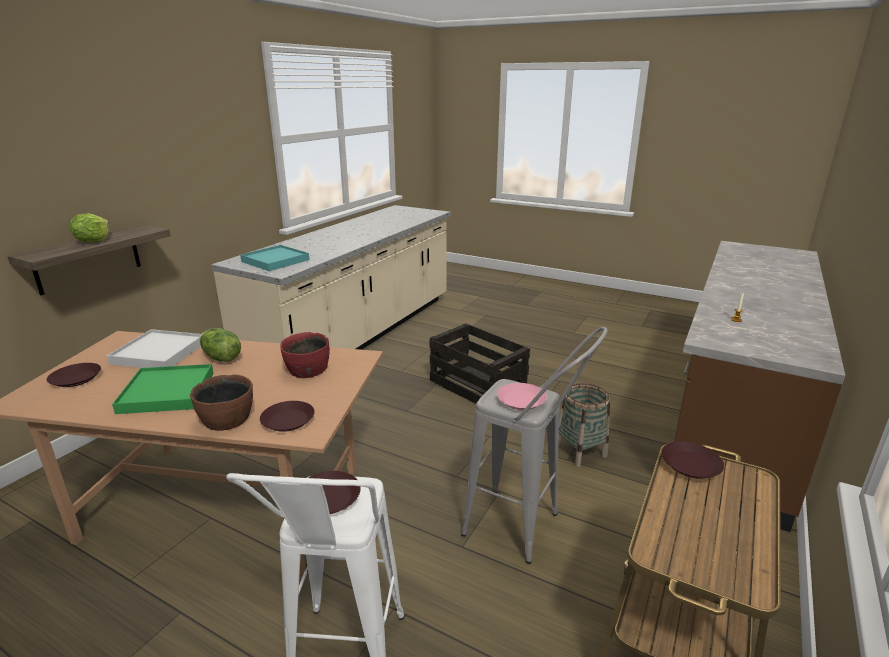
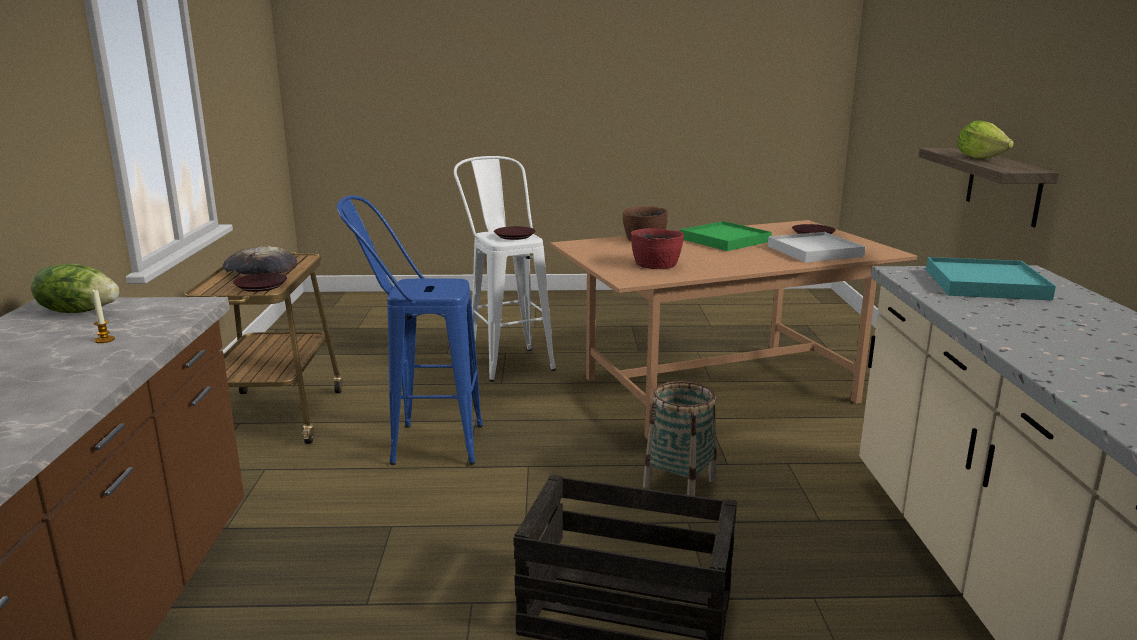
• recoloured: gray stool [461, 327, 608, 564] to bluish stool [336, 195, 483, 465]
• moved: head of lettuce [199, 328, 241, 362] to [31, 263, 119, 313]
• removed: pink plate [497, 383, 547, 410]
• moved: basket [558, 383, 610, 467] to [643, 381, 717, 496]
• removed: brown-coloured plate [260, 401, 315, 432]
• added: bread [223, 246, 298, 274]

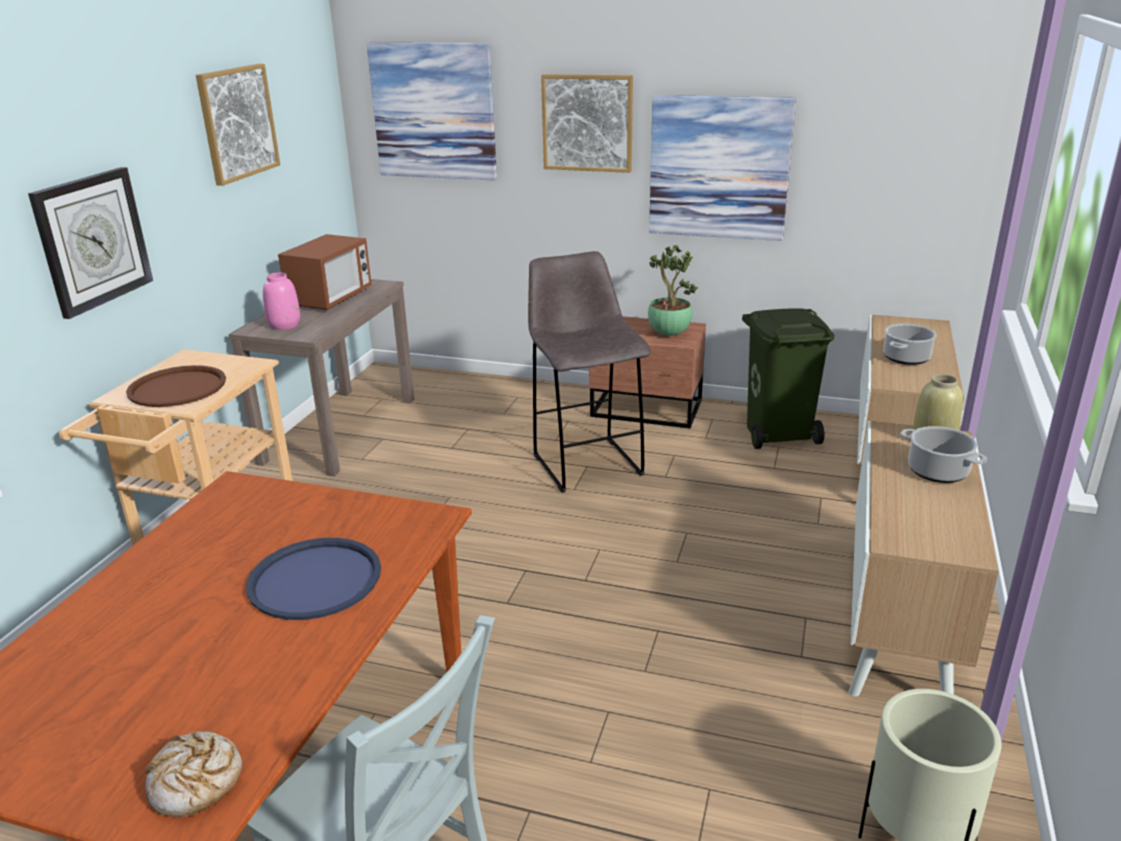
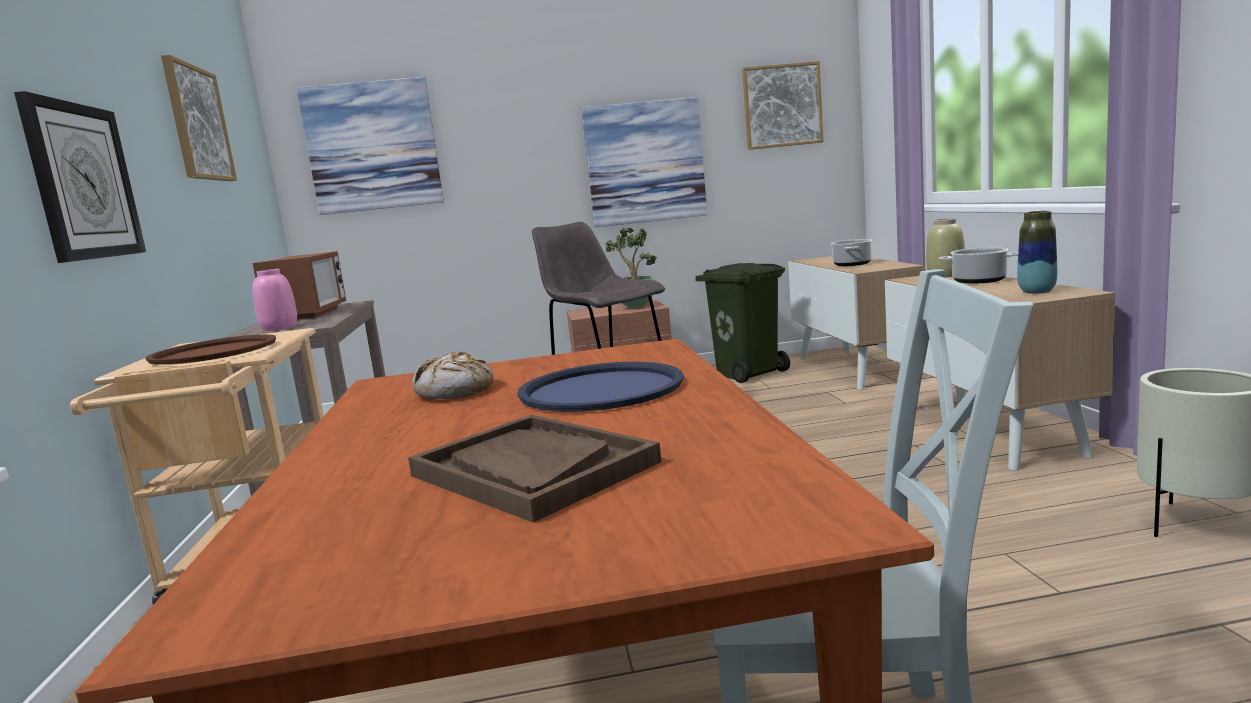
• moved: wall picture [541, 74, 633, 173] to [742, 61, 823, 150]
• moved: bread [145, 732, 242, 817] to [412, 352, 493, 399]
• added: decorative vase [1017, 211, 1057, 294]
• added: brown-coloured serving tray [408, 415, 661, 522]

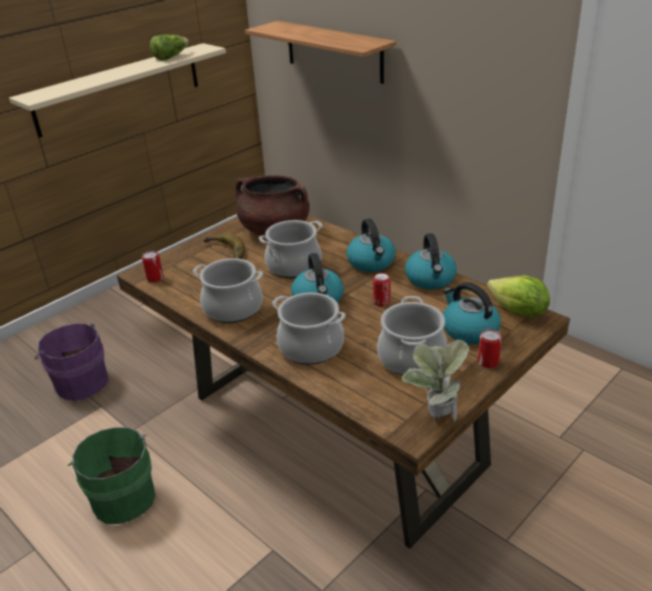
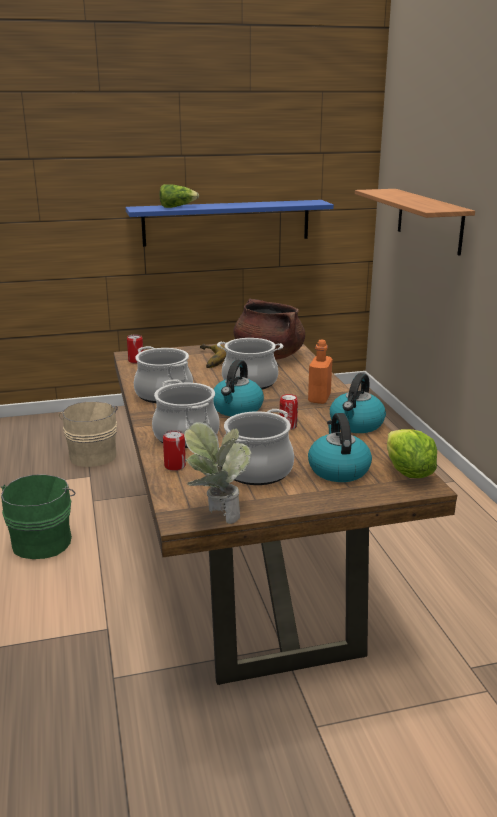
• moved: head of lettuce [150, 35, 189, 60] to [160, 184, 199, 208]
• recoloured: sand-coloured shelf [9, 43, 226, 138] to bluish shelf [126, 200, 334, 247]
• replaced: tea kettle [346, 219, 395, 272] to orange drink bottle [308, 340, 332, 404]
• recoloured: purplish pail [35, 323, 109, 401] to sand-coloured pail [59, 402, 118, 467]
• moved: sealed can [478, 329, 502, 368] to [163, 430, 186, 471]

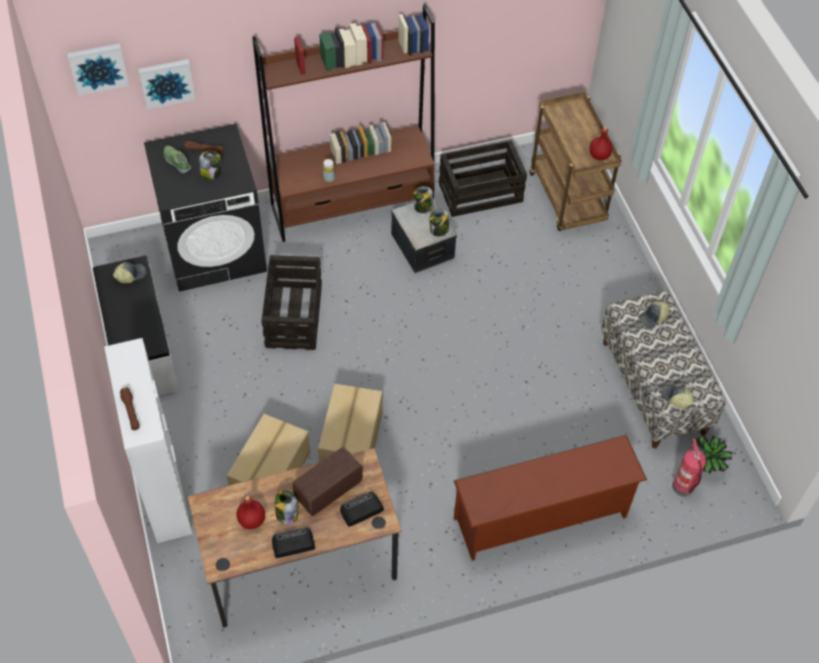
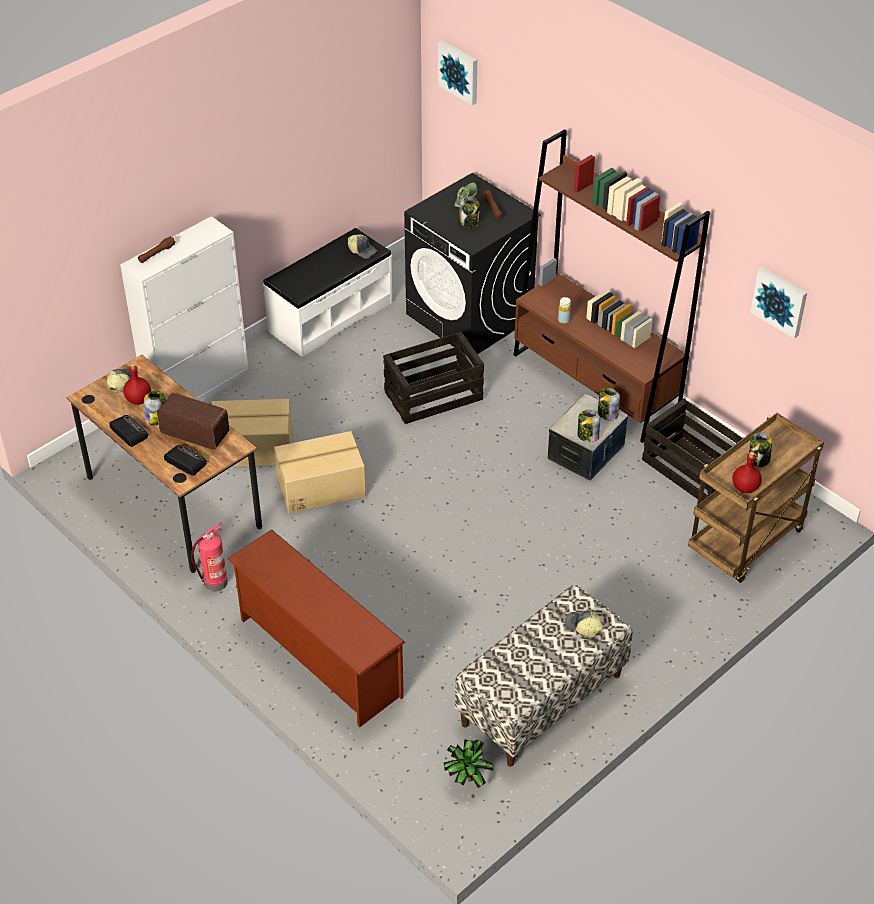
• moved: wall picture [138, 59, 196, 110] to [750, 267, 807, 339]
• moved: cap [661, 384, 694, 410] to [107, 369, 132, 393]
• moved: fire extinguisher [672, 439, 706, 496] to [191, 522, 228, 592]
• added: storage jar [749, 432, 772, 468]

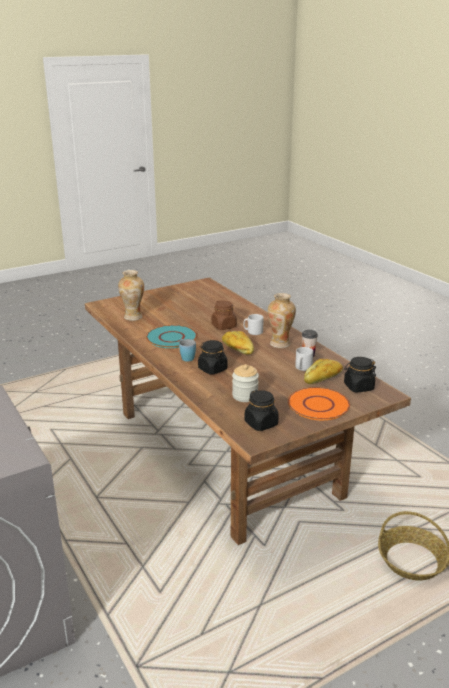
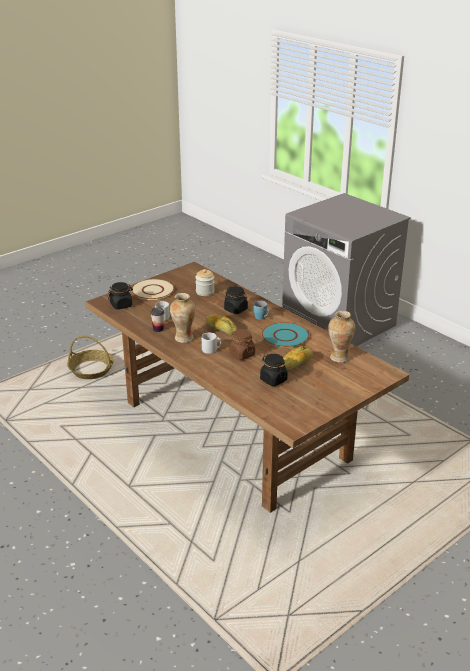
• moved: bread [304, 359, 343, 384] to [283, 346, 313, 370]
• recoloured: orange plate [288, 387, 350, 420] to sand-coloured plate [131, 279, 175, 300]
• moved: blackish storage jar [244, 390, 279, 431] to [260, 354, 288, 386]

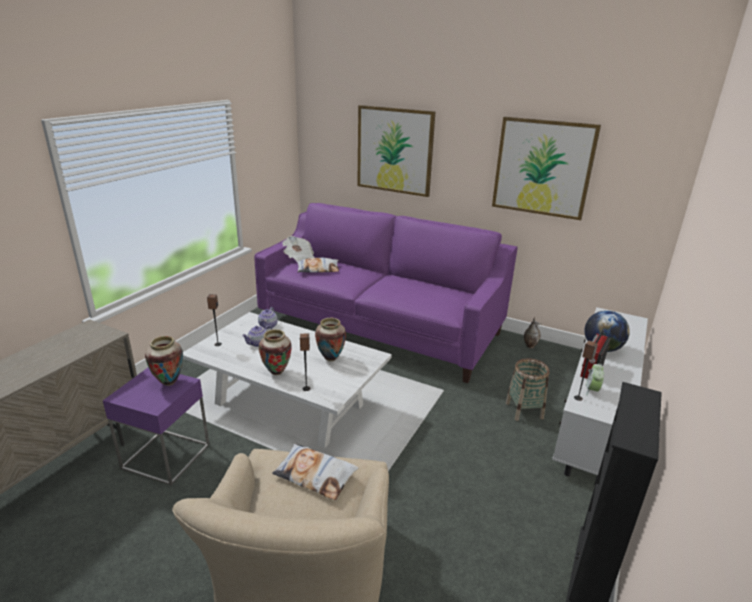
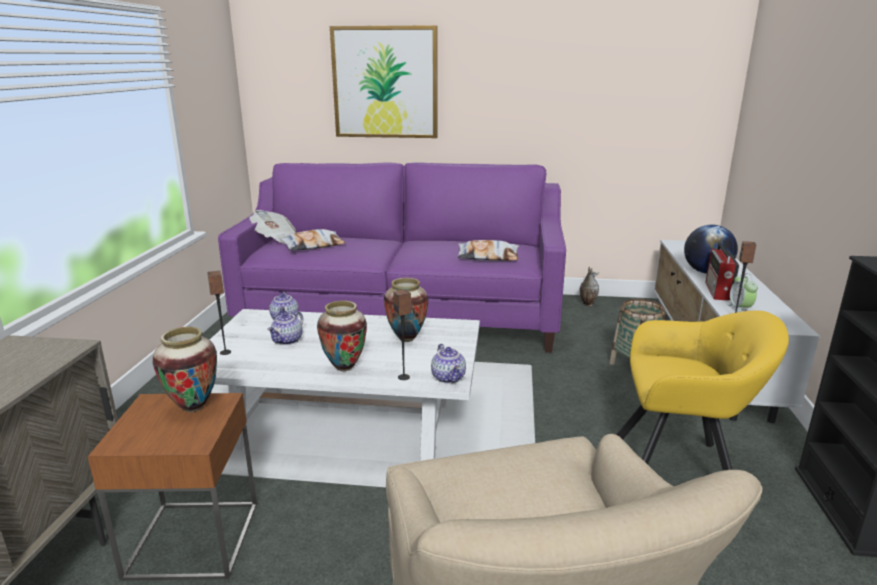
• removed: wall picture [492, 117, 601, 220]
• recoloured: purplish accent table [103, 367, 210, 485] to brown-coloured accent table [87, 393, 257, 581]
• moved: throw pillow [272, 443, 359, 500] to [457, 240, 519, 261]
• added: yellow armchair [616, 310, 789, 471]
• added: tea pot [431, 344, 466, 384]

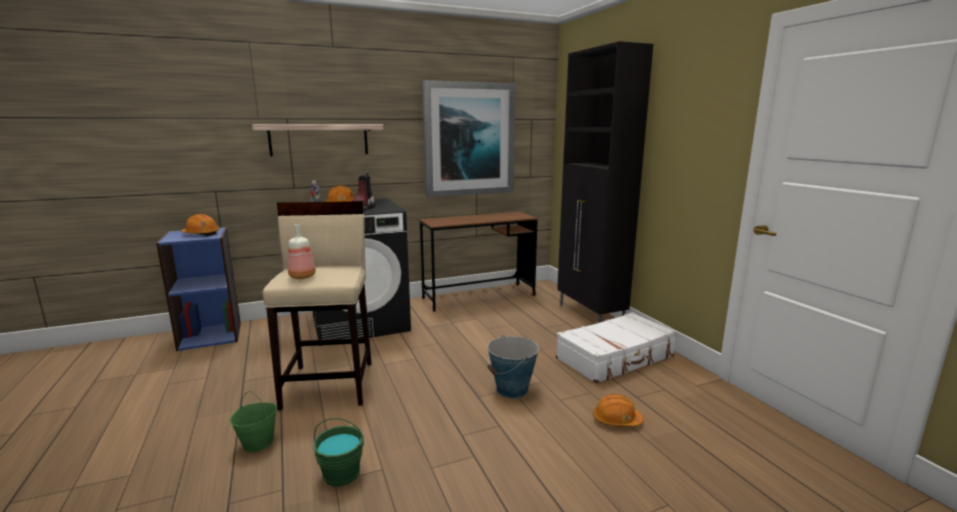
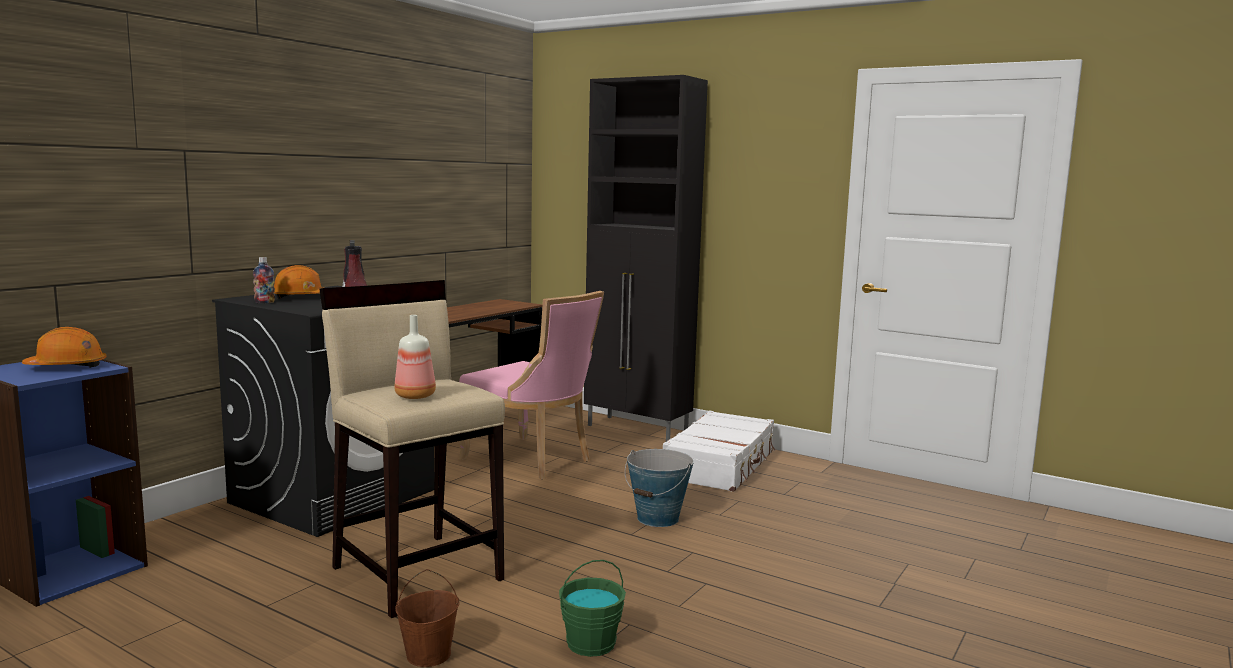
• removed: wall picture [422, 80, 515, 197]
• removed: shelf [252, 124, 383, 156]
• recoloured: green-coloured pail [230, 391, 277, 452] to brown-coloured pail [395, 569, 460, 667]
• removed: orange hard hat [593, 394, 644, 427]
• added: pink chair [458, 291, 604, 480]

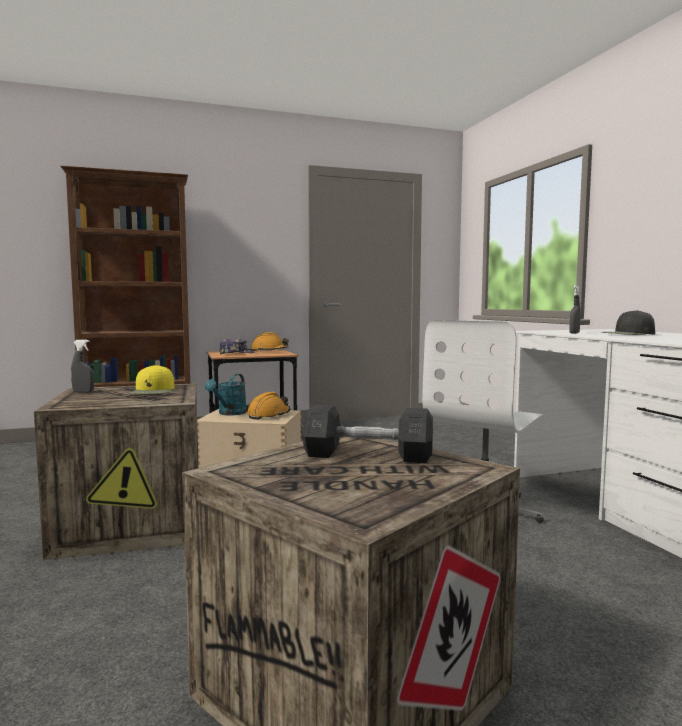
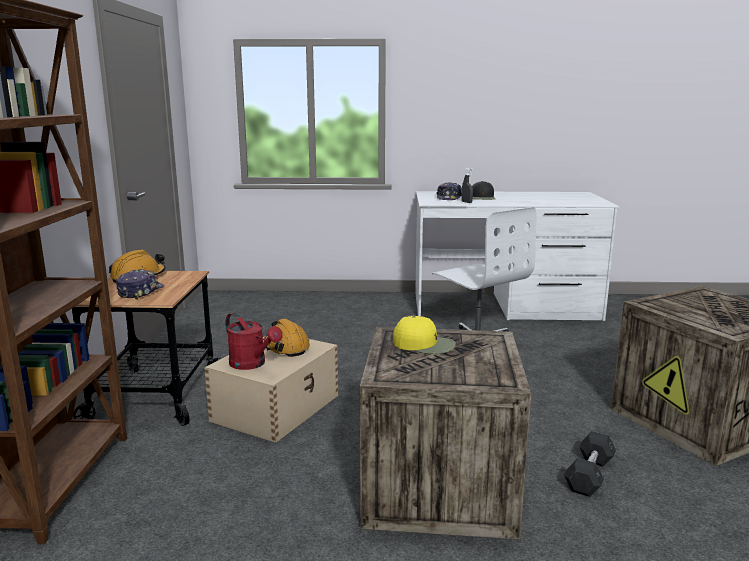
• removed: gray sprayer [71, 340, 94, 393]
• recoloured: turquoise-coloured watering pot [205, 374, 246, 415] to reddish watering pot [225, 313, 283, 370]
• moved: gray hand weight [302, 405, 433, 463] to [564, 431, 616, 497]
• added: cap [436, 182, 462, 200]

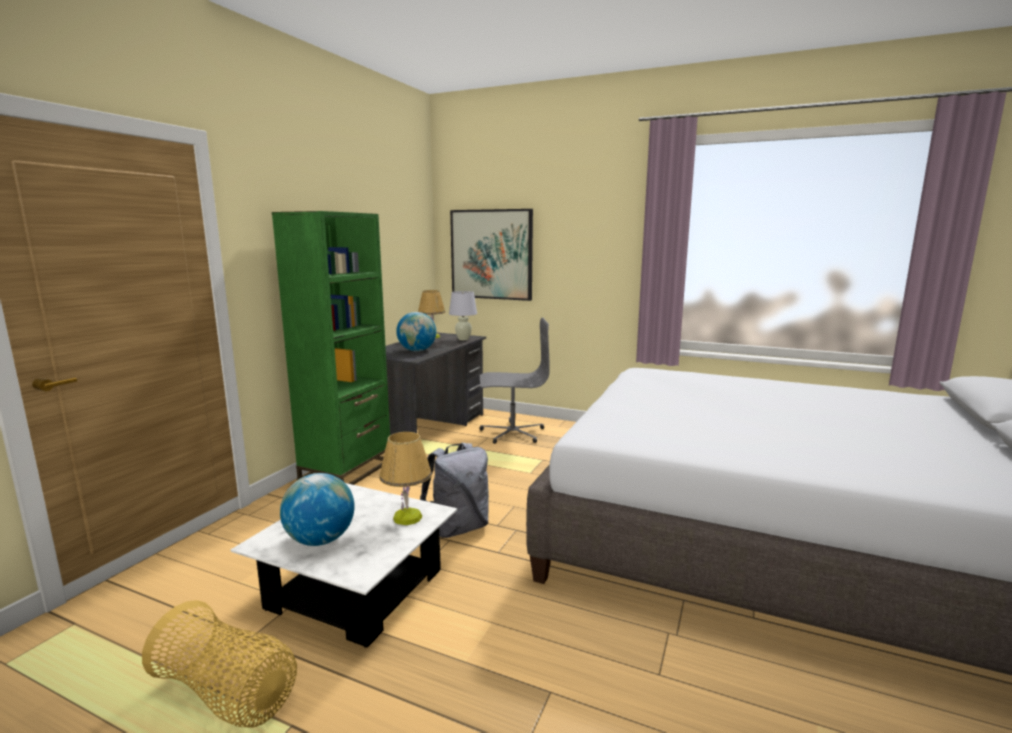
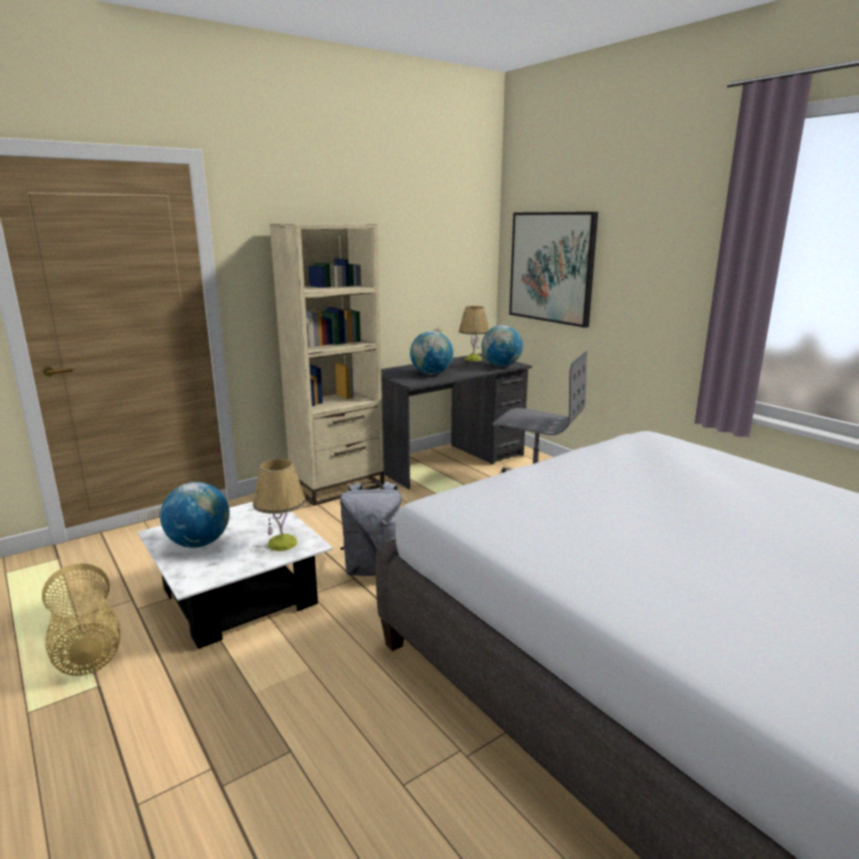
• recoloured: green-coloured shelving unit [272, 211, 390, 485] to sand-coloured shelving unit [270, 224, 384, 506]
• replaced: white lamp for a table [449, 291, 477, 340] to globe [481, 325, 523, 367]

